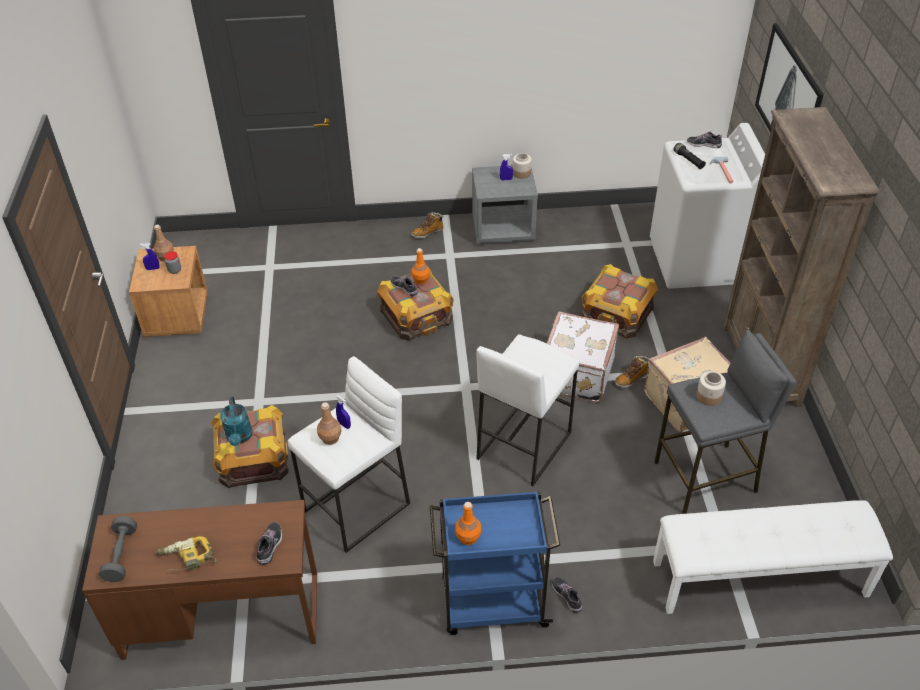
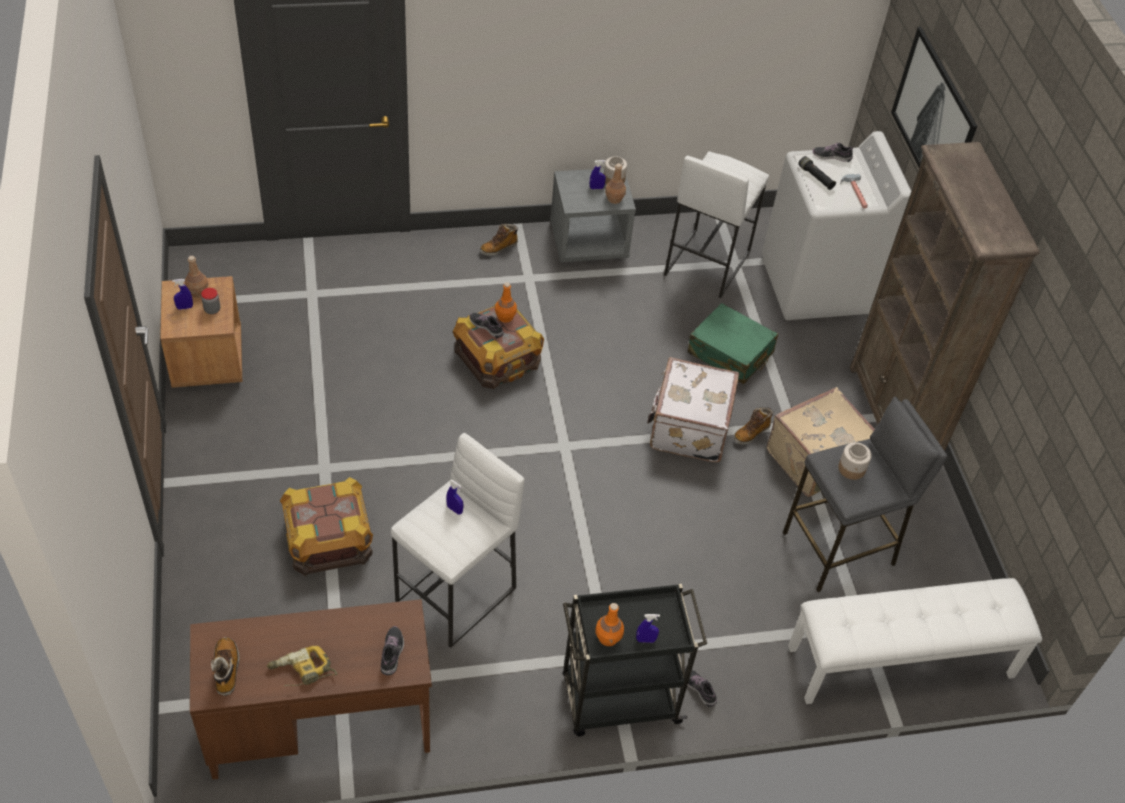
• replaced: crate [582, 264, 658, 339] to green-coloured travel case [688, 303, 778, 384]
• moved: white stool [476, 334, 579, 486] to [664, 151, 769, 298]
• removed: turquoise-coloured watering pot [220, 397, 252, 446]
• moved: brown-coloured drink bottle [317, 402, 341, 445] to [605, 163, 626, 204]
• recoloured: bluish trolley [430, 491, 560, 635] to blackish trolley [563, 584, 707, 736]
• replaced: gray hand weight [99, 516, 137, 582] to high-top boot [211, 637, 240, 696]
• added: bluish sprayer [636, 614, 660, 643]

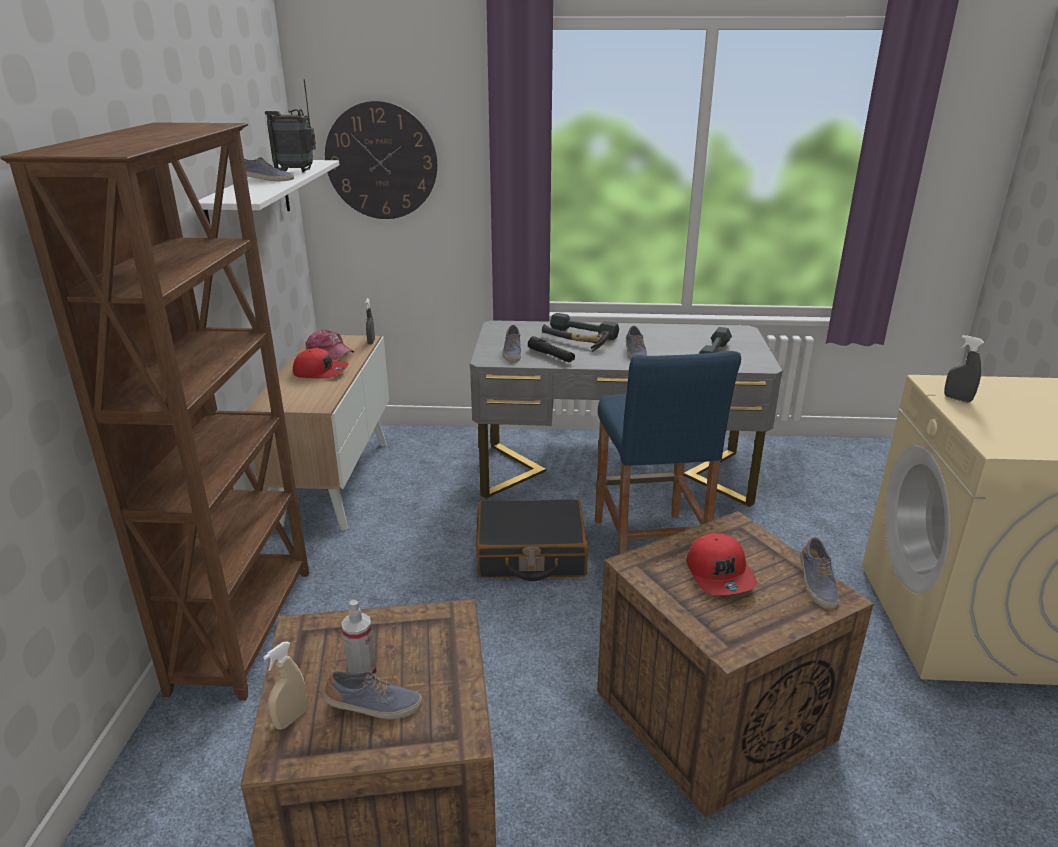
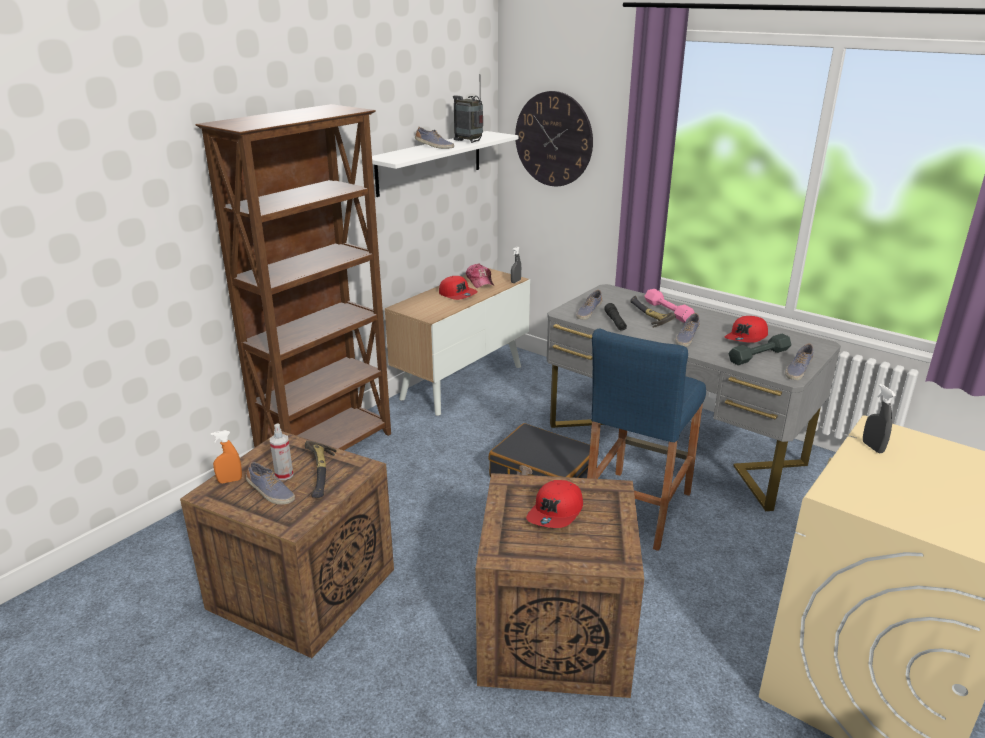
• recoloured: gray hand weight [550, 313, 619, 340] to pink hand weight [644, 289, 695, 323]
• moved: shoe [800, 537, 839, 609] to [785, 344, 814, 380]
• recoloured: sand-coloured sprayer [263, 642, 307, 730] to orange sprayer [211, 430, 242, 483]
• added: reddish cap [725, 316, 768, 343]
• added: tool hammer [305, 440, 337, 498]

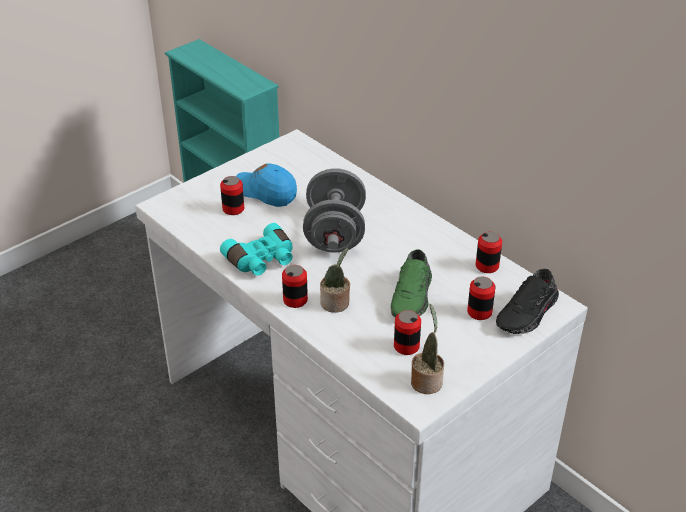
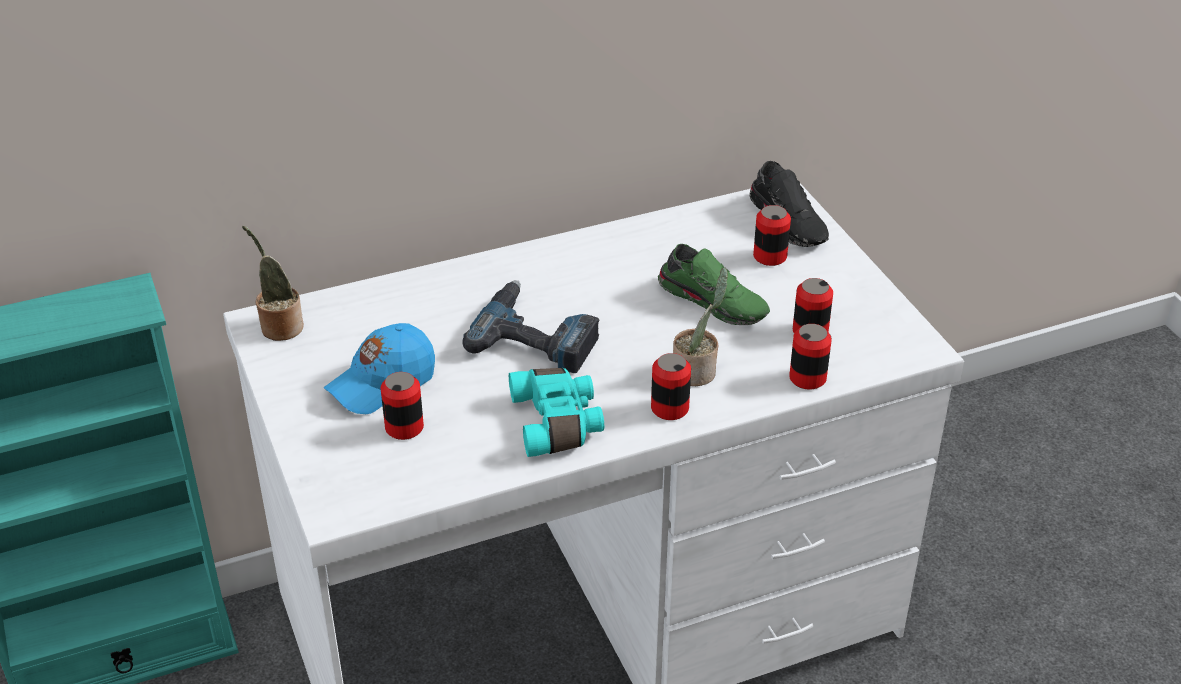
• replaced: gray hand weight [303, 168, 366, 253] to power drill [462, 280, 599, 373]
• moved: sealed can [476, 232, 502, 273] to [789, 324, 832, 390]
• moved: plant in a pot [411, 304, 444, 394] to [242, 226, 304, 341]

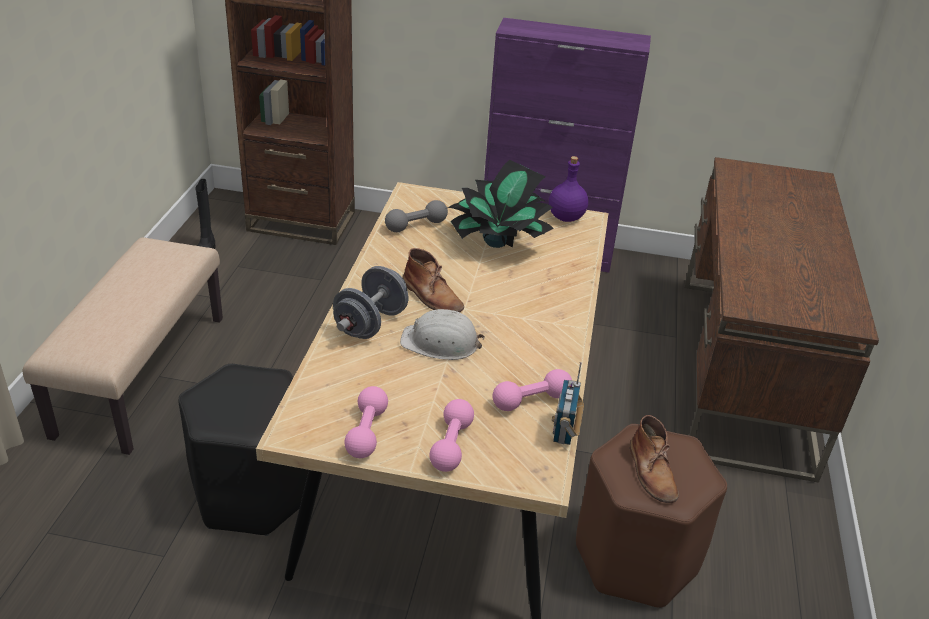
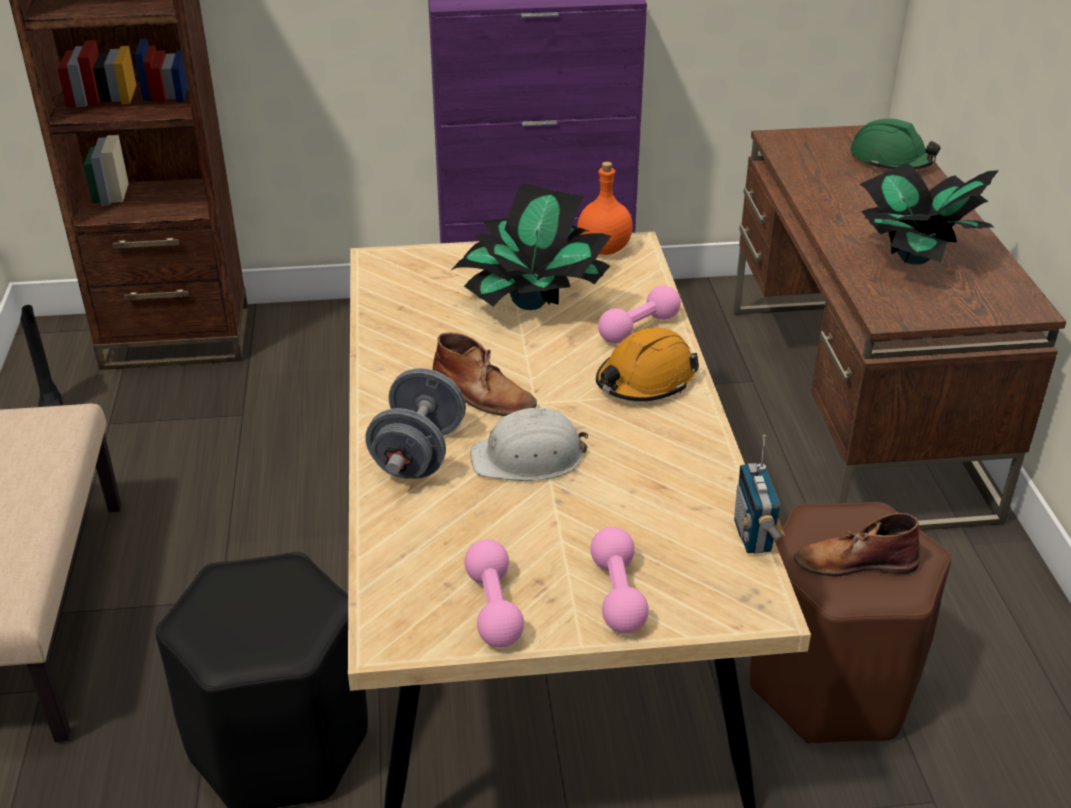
• recoloured: purplish drink bottle [549, 156, 588, 222] to orange drink bottle [577, 161, 633, 255]
• removed: gray hand weight [385, 200, 448, 232]
• moved: pink hand weight [493, 369, 572, 411] to [598, 286, 681, 344]
• turned: brown-coloured high-top boot [630, 415, 679, 503] = [794, 513, 920, 576] 120 degrees clockwise
• added: green-coloured hard hat [850, 119, 941, 170]
• added: plant in a pot [859, 163, 999, 265]
• added: orange hard hat [596, 328, 699, 401]

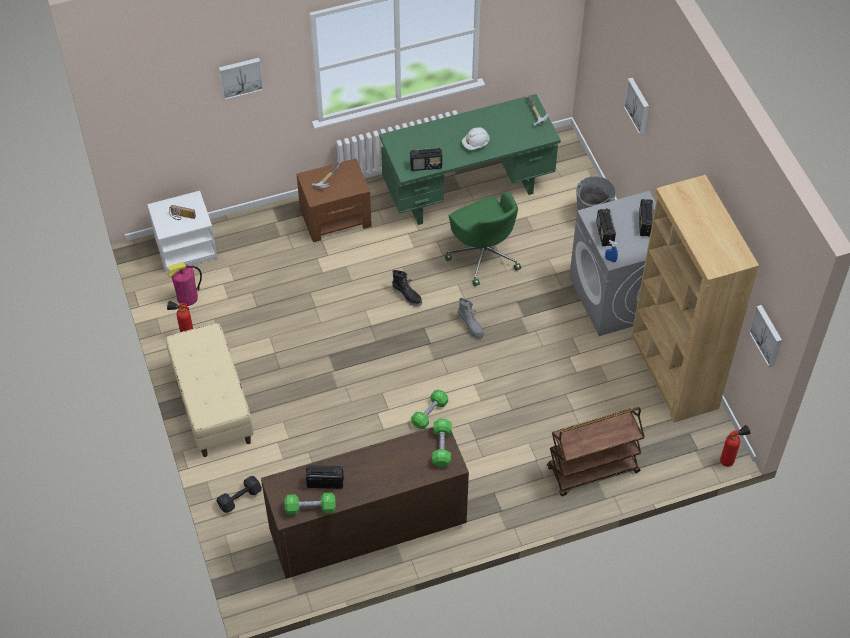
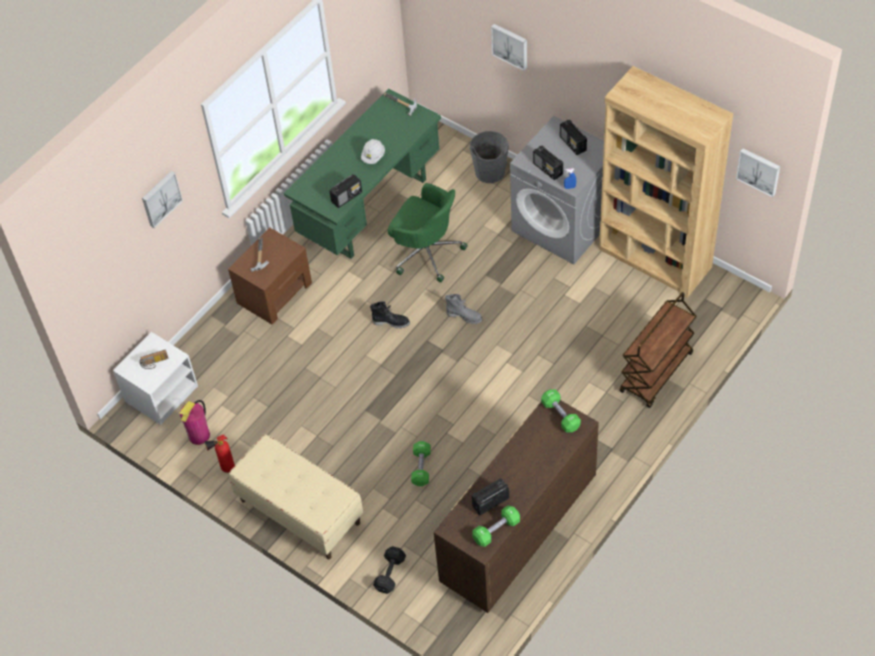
• moved: green-coloured hand weight [411, 390, 448, 429] to [411, 441, 431, 486]
• removed: fire extinguisher [720, 425, 750, 467]

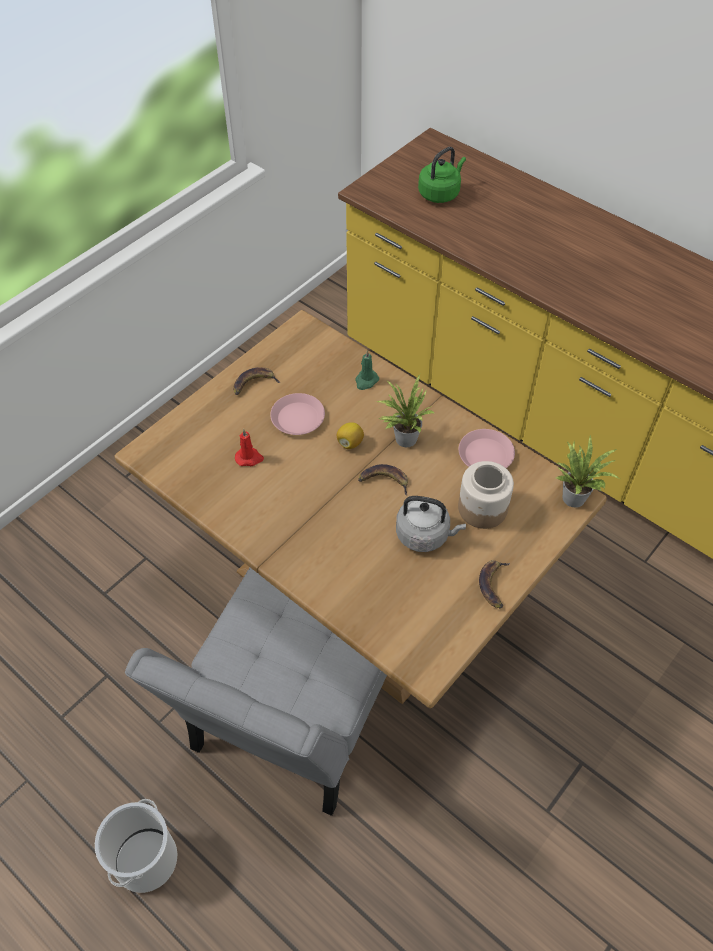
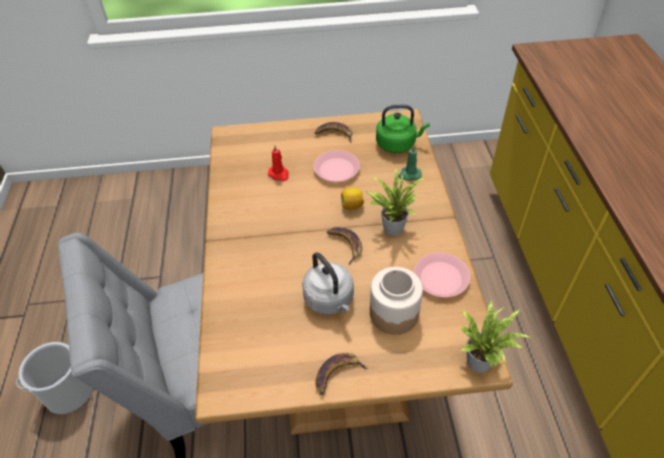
• moved: green-coloured tea kettle [418, 147, 466, 203] to [376, 105, 430, 153]

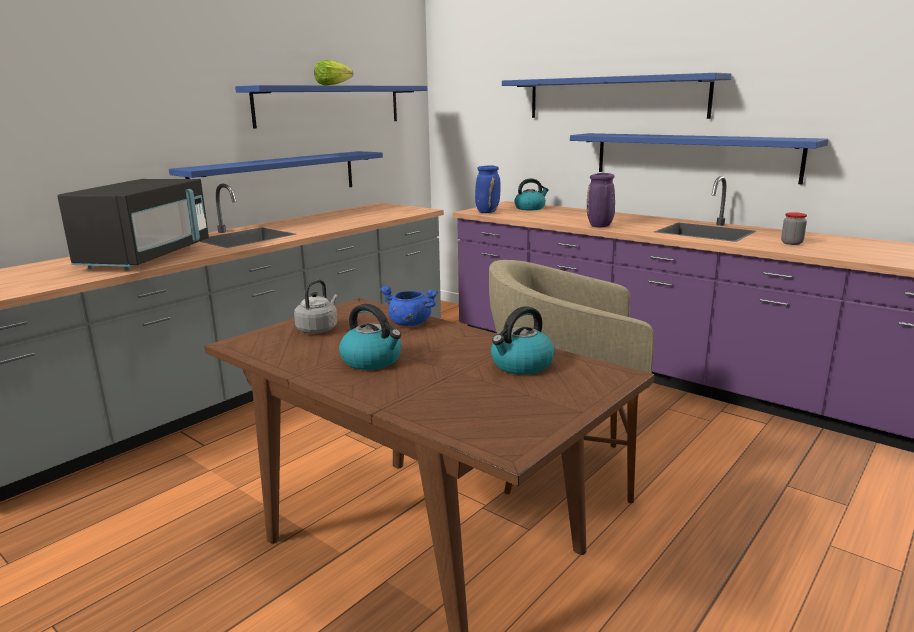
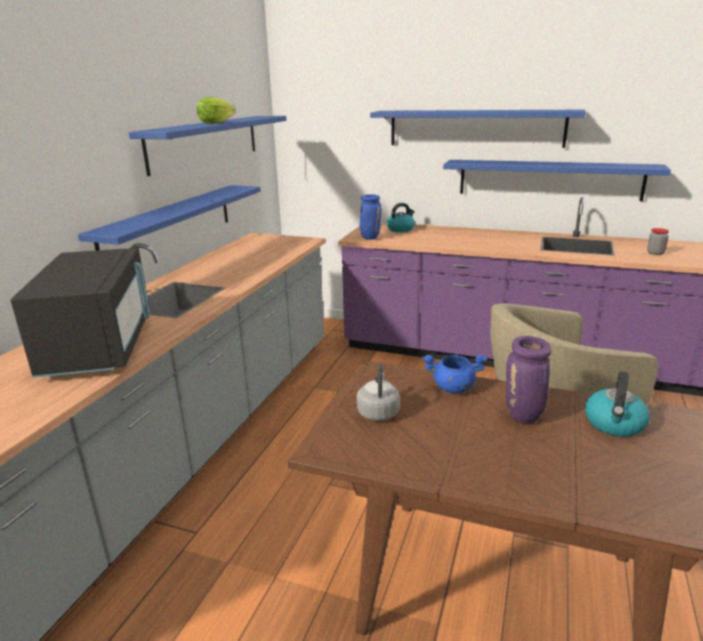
• moved: purplish decorative vase [587, 173, 615, 228] to [506, 336, 551, 423]
• removed: tea kettle [339, 304, 402, 370]

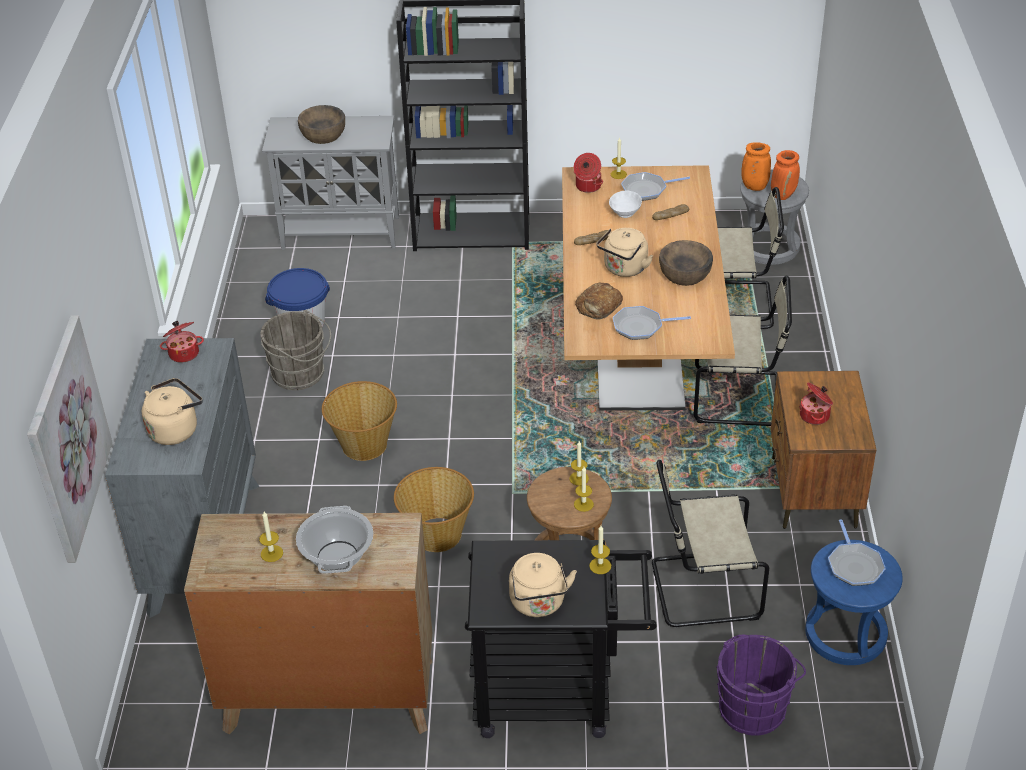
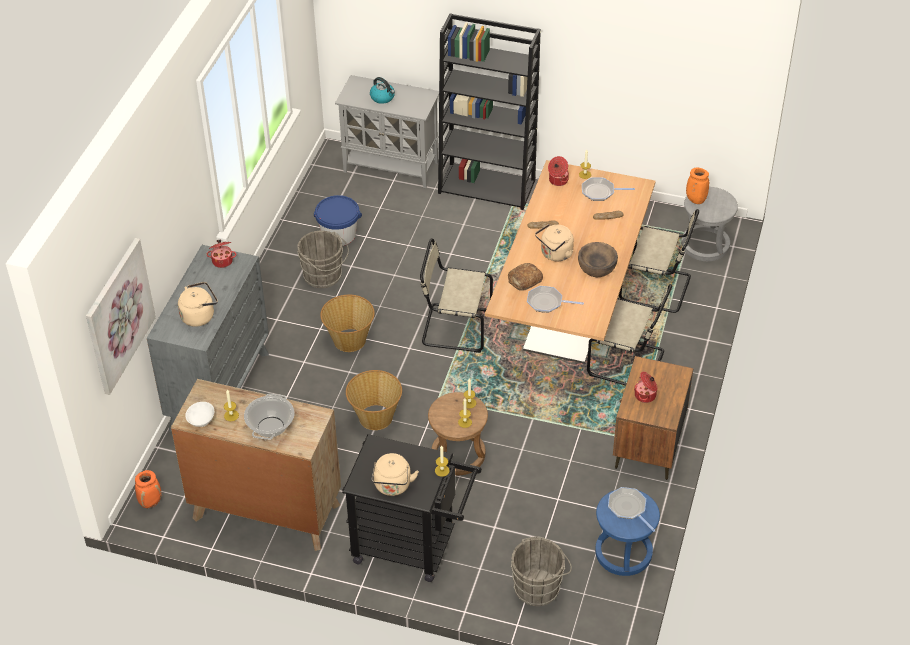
• replaced: brown-coloured serving bowl [298, 105, 345, 144] to tea kettle [370, 77, 395, 104]
• moved: orange decorative vase [771, 150, 800, 200] to [135, 470, 162, 508]
• moved: white serving bowl [609, 191, 642, 218] to [185, 402, 214, 427]
• moved: sand-coloured chair [652, 460, 769, 627] to [420, 238, 493, 353]
• turned: skillet [828, 519, 886, 586] = [608, 487, 656, 532] 135 degrees clockwise
• recoloured: purplish pail [716, 634, 806, 736] to gray pail [511, 536, 572, 606]

